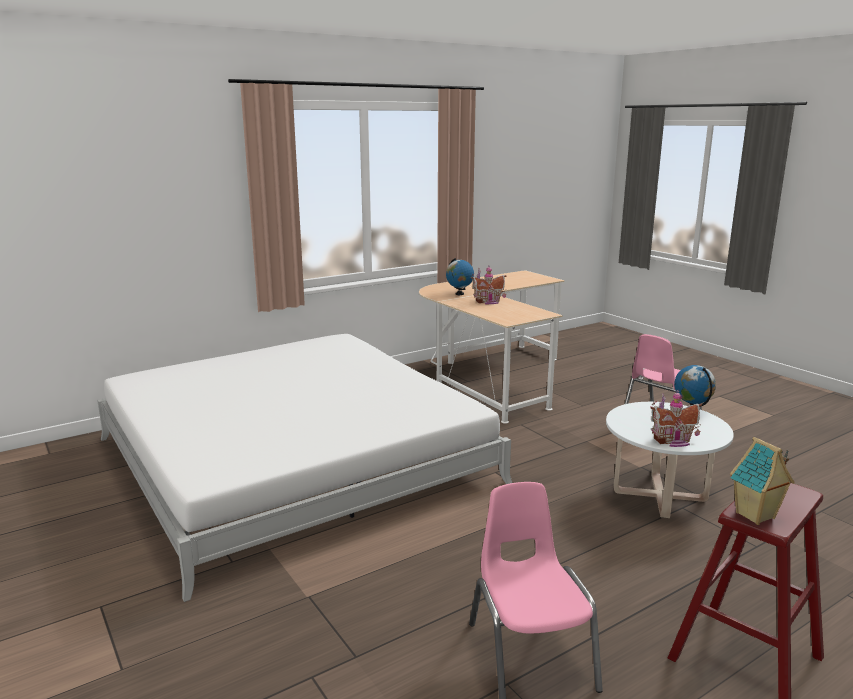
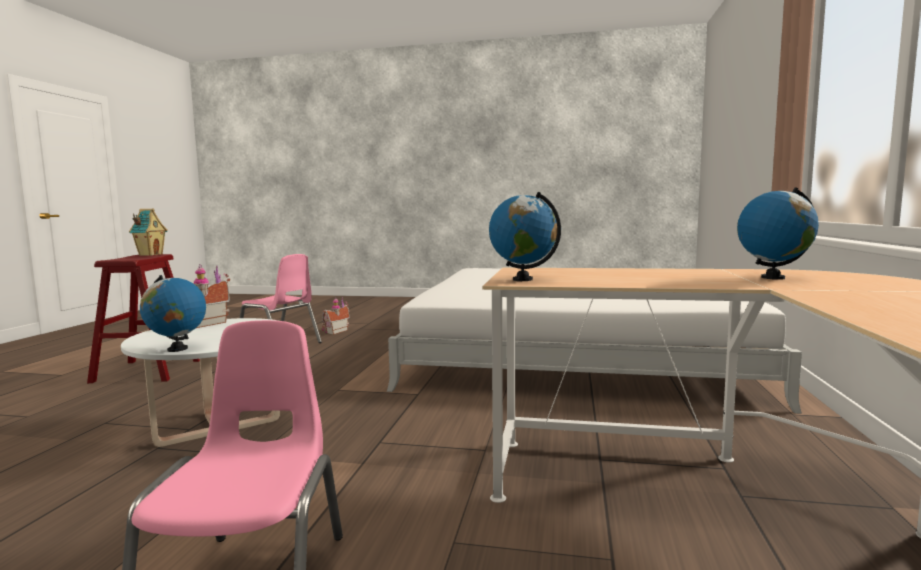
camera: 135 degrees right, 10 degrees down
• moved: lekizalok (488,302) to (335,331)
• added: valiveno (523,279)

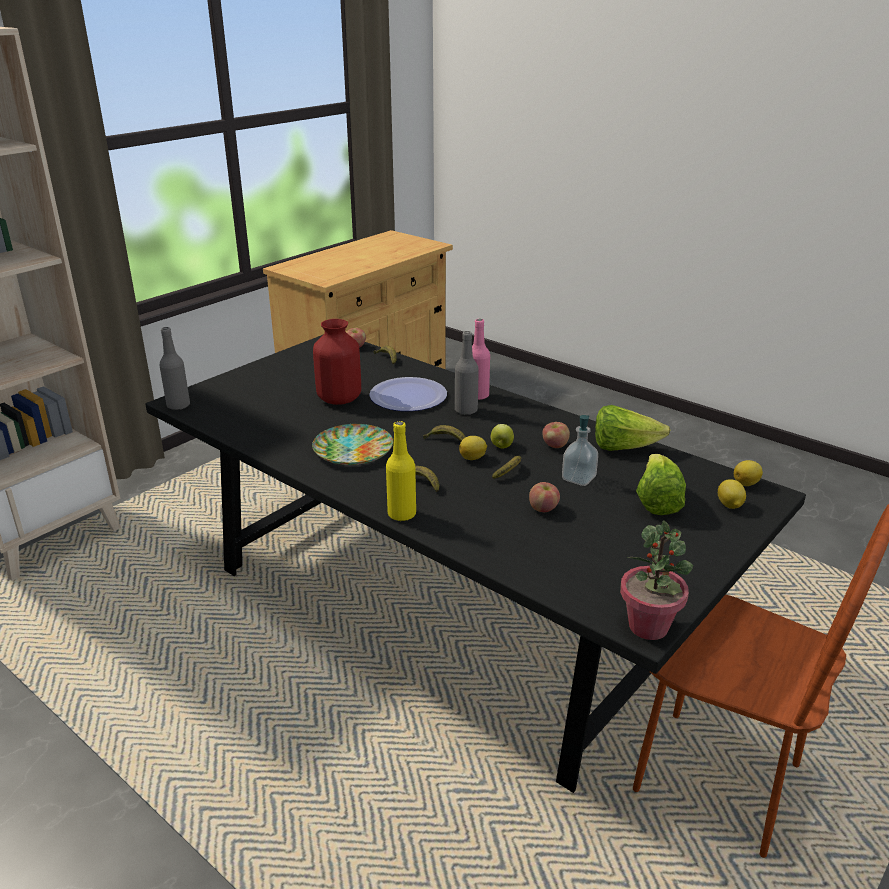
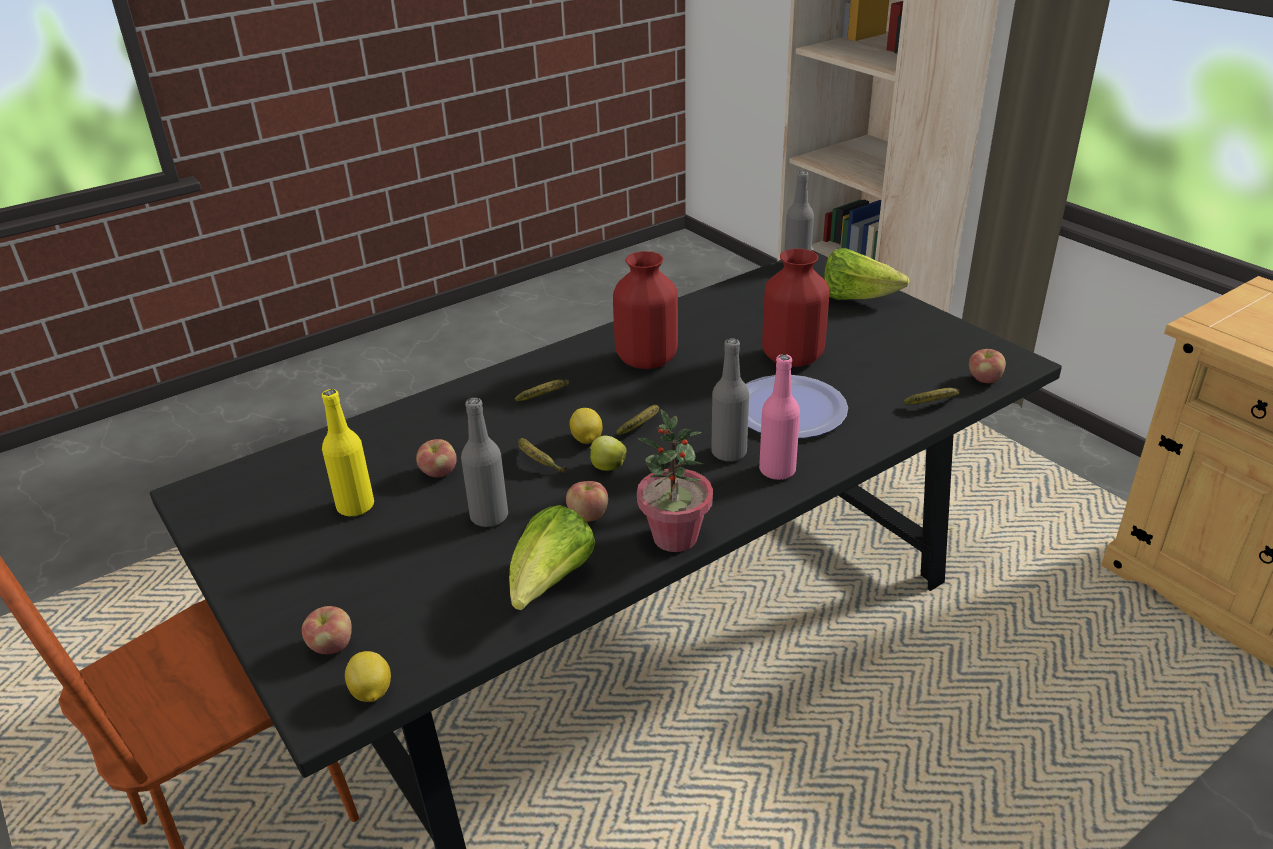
camera: 105 degrees right, 5 degrees up
• replaced: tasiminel (729,505) to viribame (332,646)
• moved: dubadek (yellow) (402,514) to (355,506)
• replaced: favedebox (578,478) to dubadek (grey) (489,516)
• replaced: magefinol (352,450) to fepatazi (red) (647,359)
• moved: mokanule (649,627) to (675,538)
• moved: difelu (657,501) to (856,298)

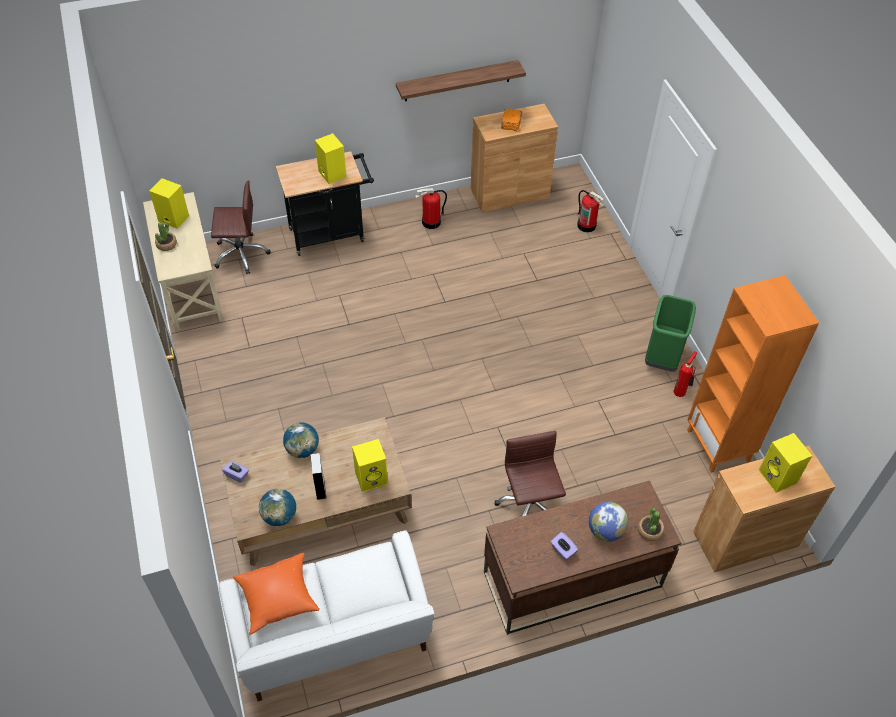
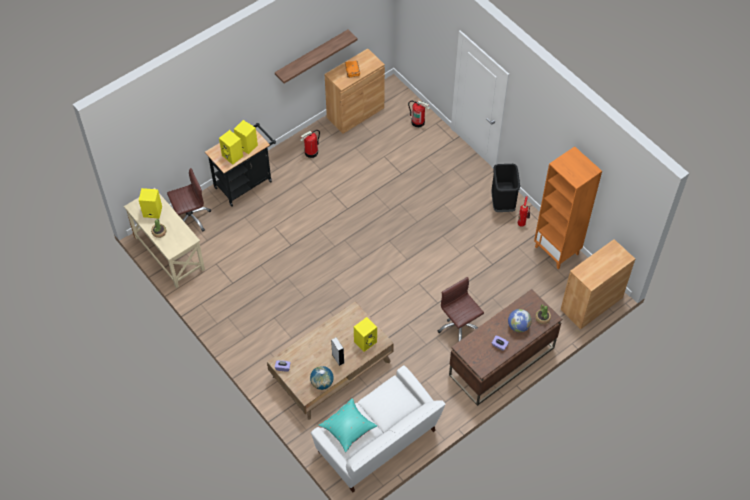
camera: 20 degrees left, 5 degrees up
• moved: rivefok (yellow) (778,477) to (233,156)
• recoloured: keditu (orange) (278,599) to keditu (turquoise) (348,429)
• recoloured: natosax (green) (662,357) to natosax (black) (502,203)
• removed: valiveno (302,449)

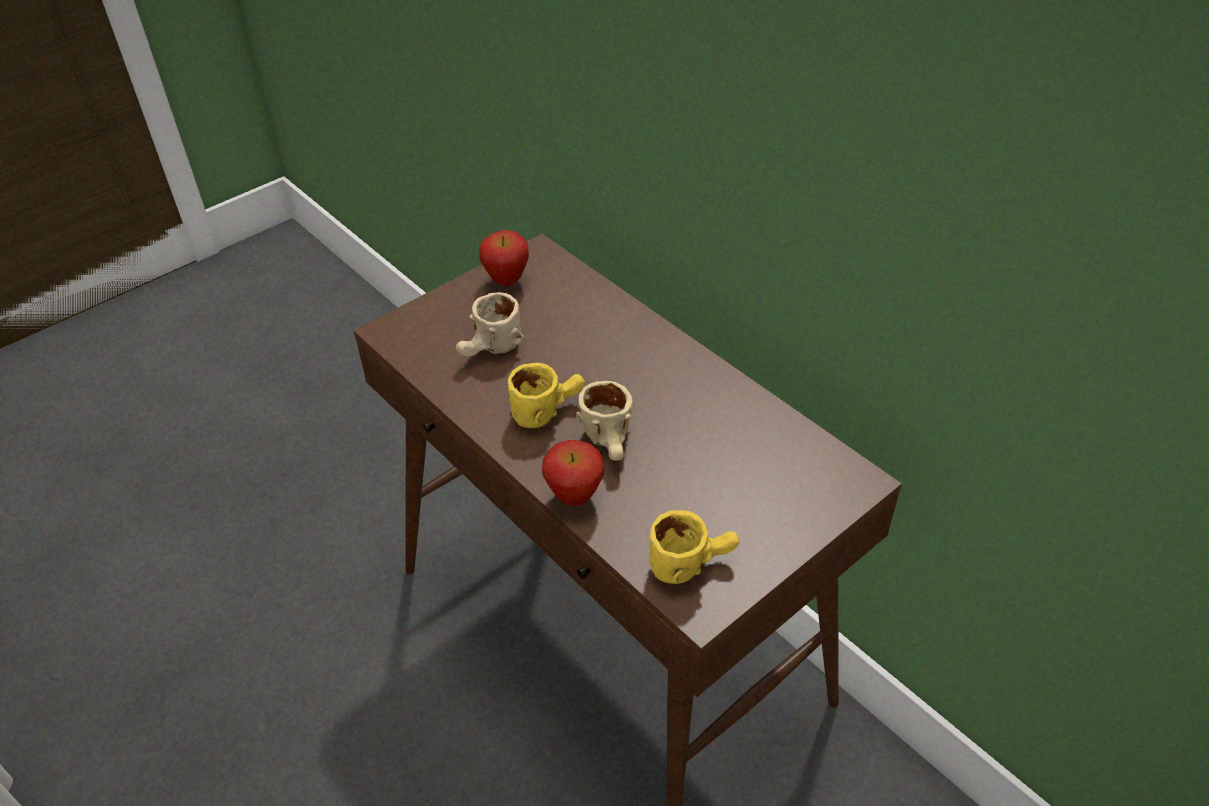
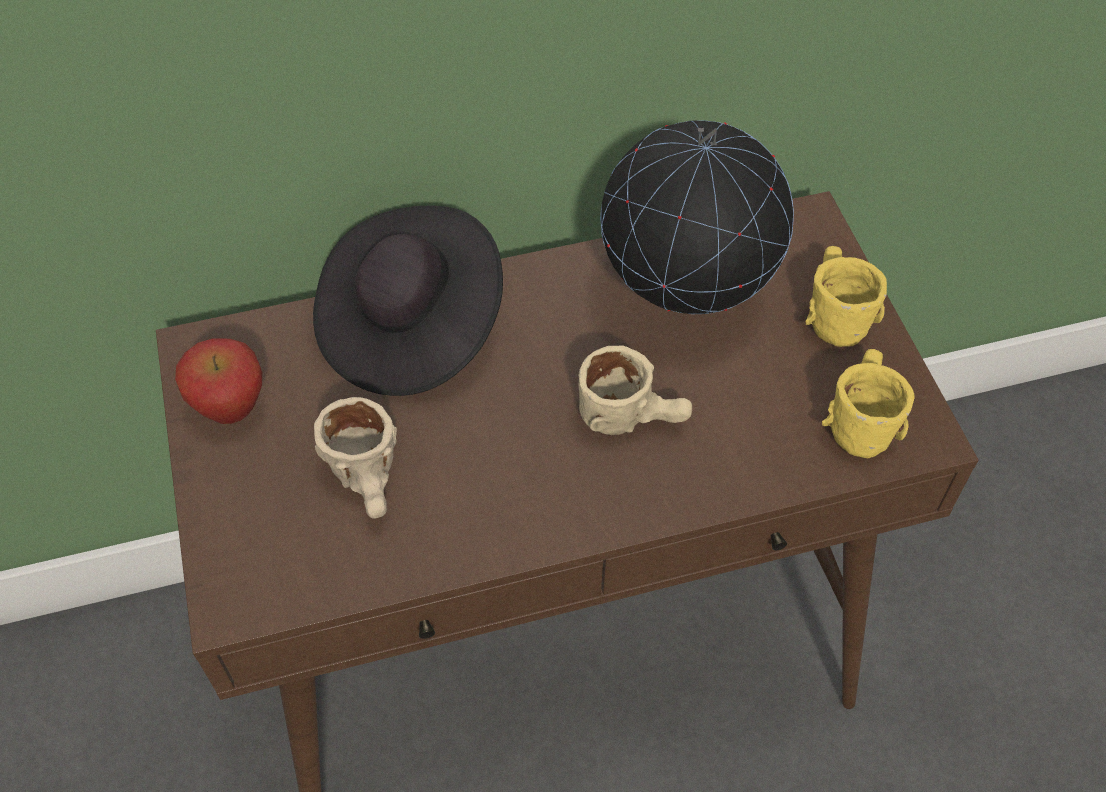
camera: 65 degrees left, 10 degrees up
• added: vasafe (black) (411,328)
• added: valiveno (684,297)
• moved: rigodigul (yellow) (547,409) to (830,311)
• removed: viribame (574,497)

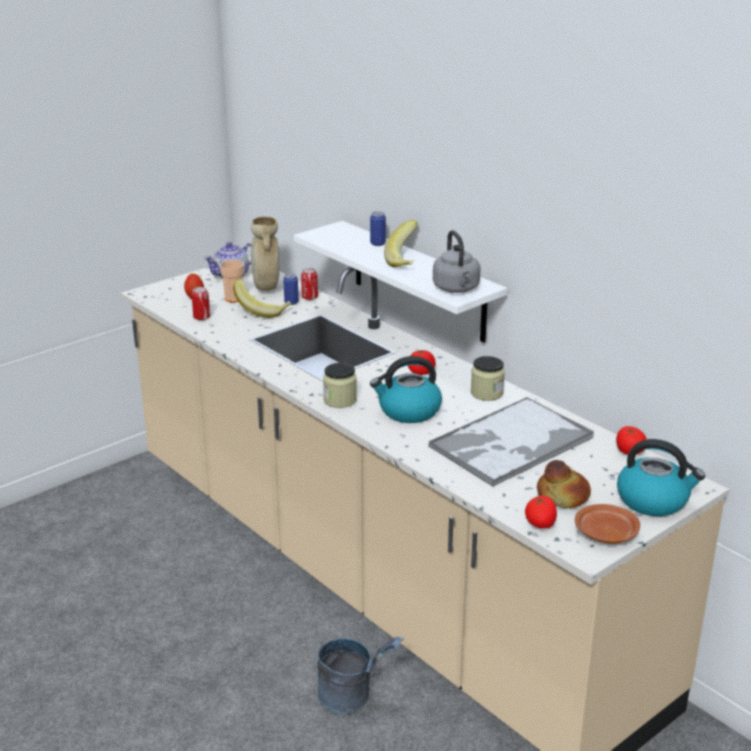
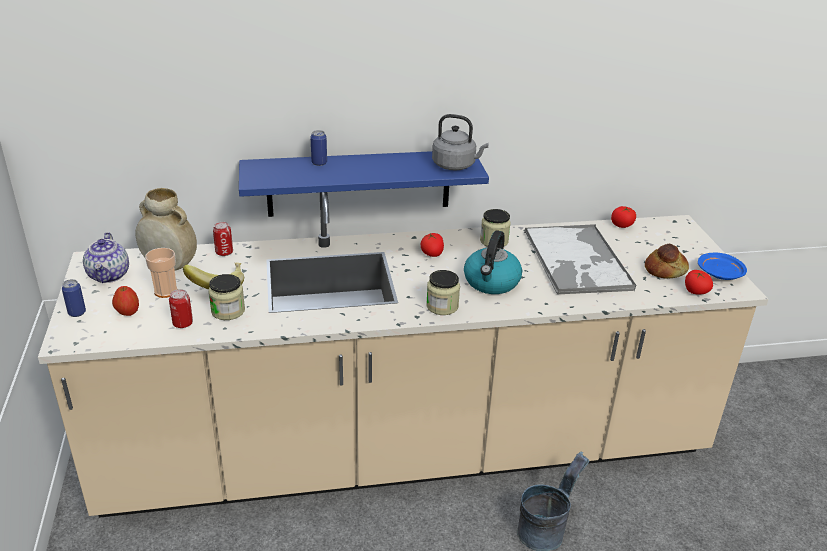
camera: 60 degrees left, 5 degrees up
• moved: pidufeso (291,302) to (77,313)
• added: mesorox (228,311)
• recoloured: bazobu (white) (418,281) to bazobu (blue) (359,183)
• recoloured: magefinol (brown) (605,533) to magefinol (blue) (719,274)
• removed: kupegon (407,261)
• removed: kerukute (653,500)

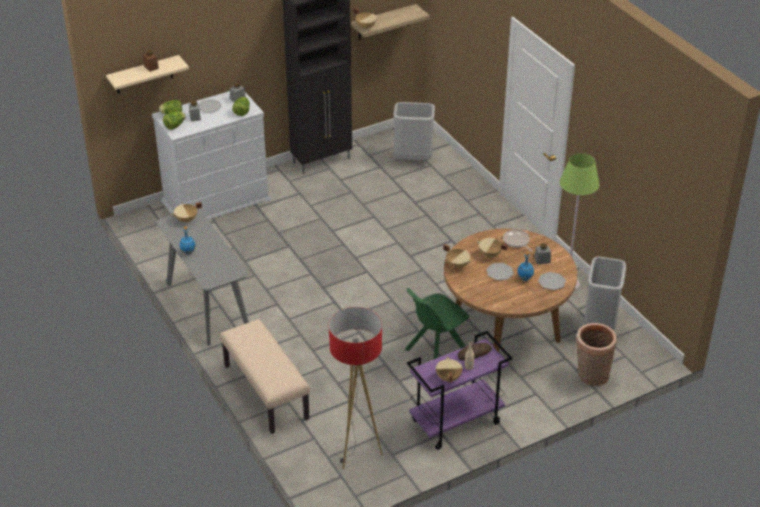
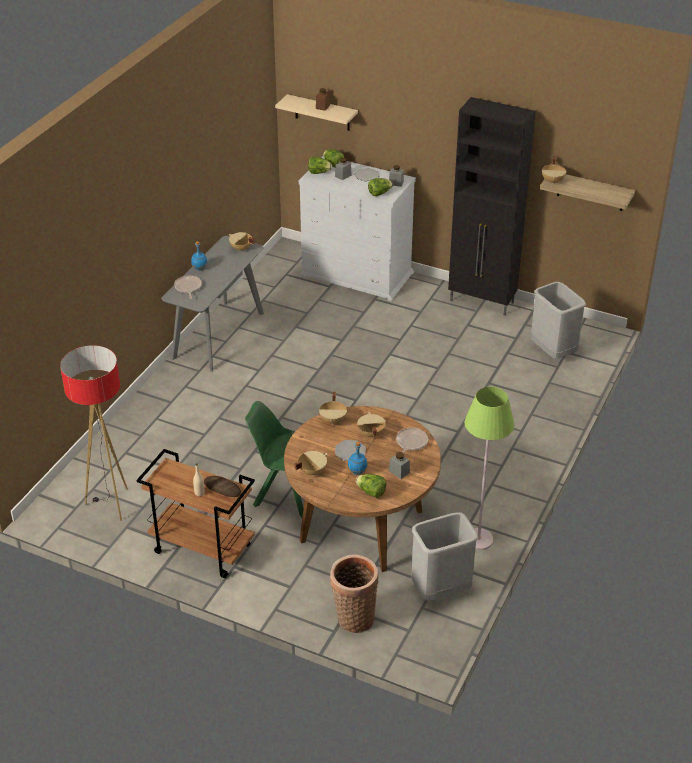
camera: 55 degrees right, 0 degrees up
• recoloured: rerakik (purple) (456,423) to rerakik (brown) (201,549)
• added: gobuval (188,287)
• moved: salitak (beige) (448,378) to (312,471)
• replaced: magefinol (552,282) to difelu (371,492)
• removed: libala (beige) (265,392)

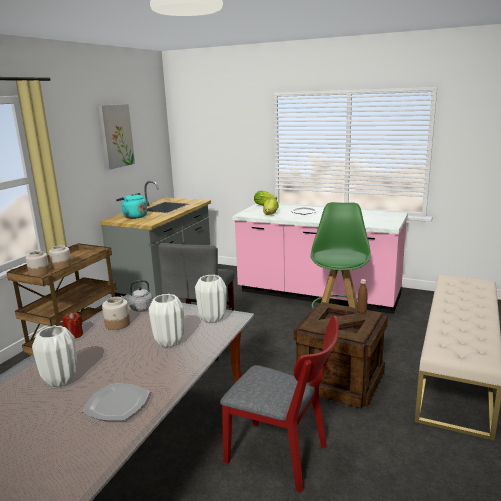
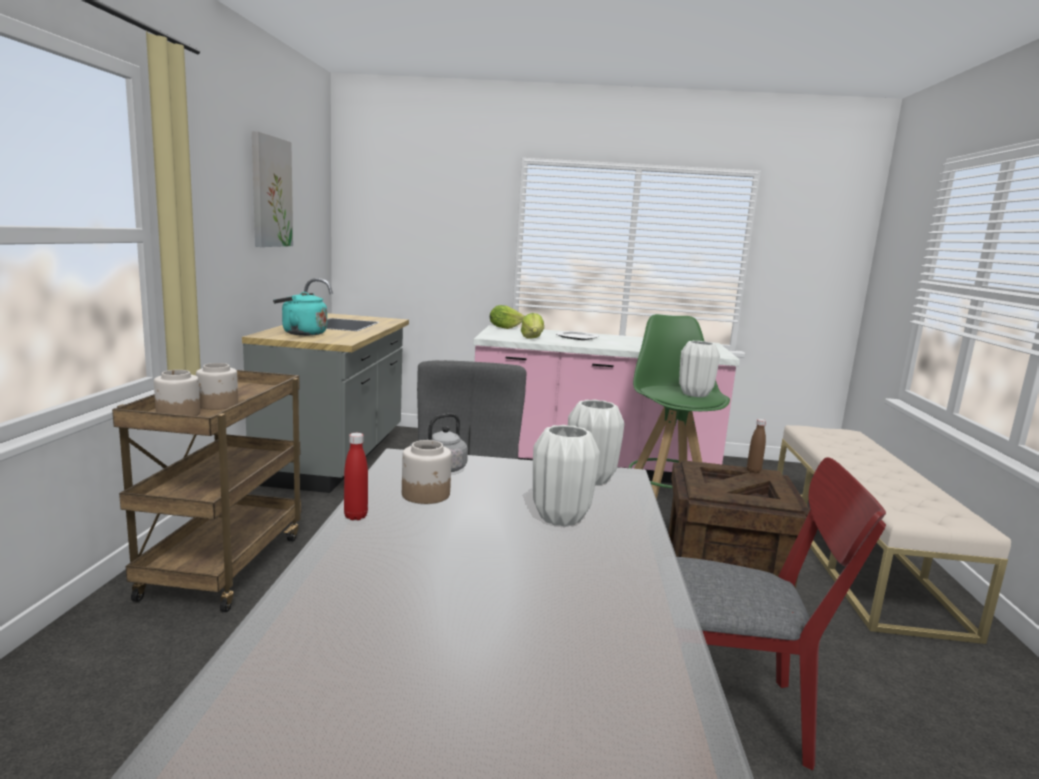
camera: 20 degrees left, 5 degrees down
• replaced: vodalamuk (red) (74,335) to dubadek (red) (355,516)
• moved: fepatazi (white) (61,380) to (695,394)
• removed: magefinol (117,404)

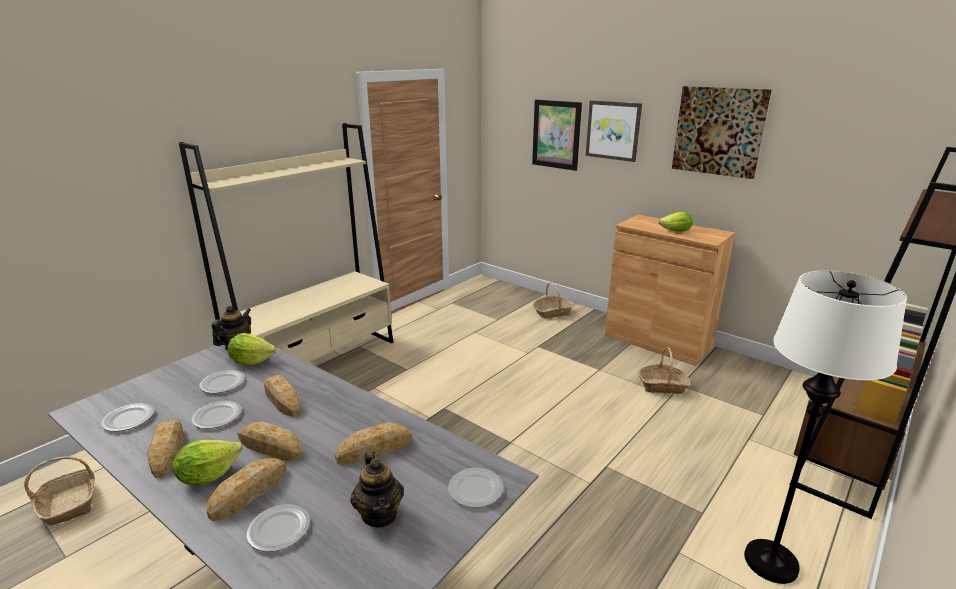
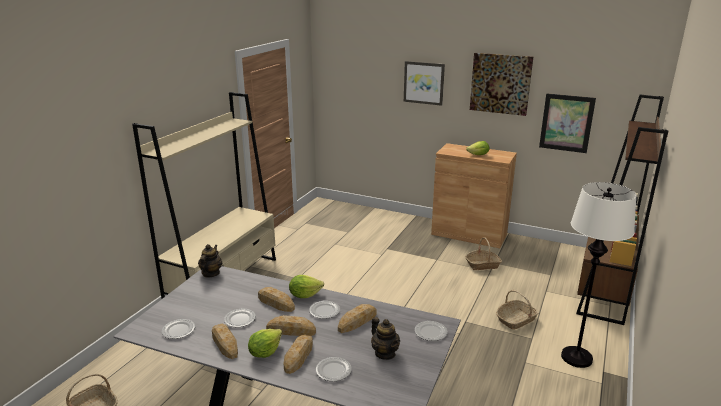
camera: 15 degrees left, 0 degrees up
• moved: difelu (252,361) to (304,295)
• moved: magefinol (223,384) to (325,311)
• moved: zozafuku (552,312) to (516,320)
• moved: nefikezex (556,134) to (566,123)

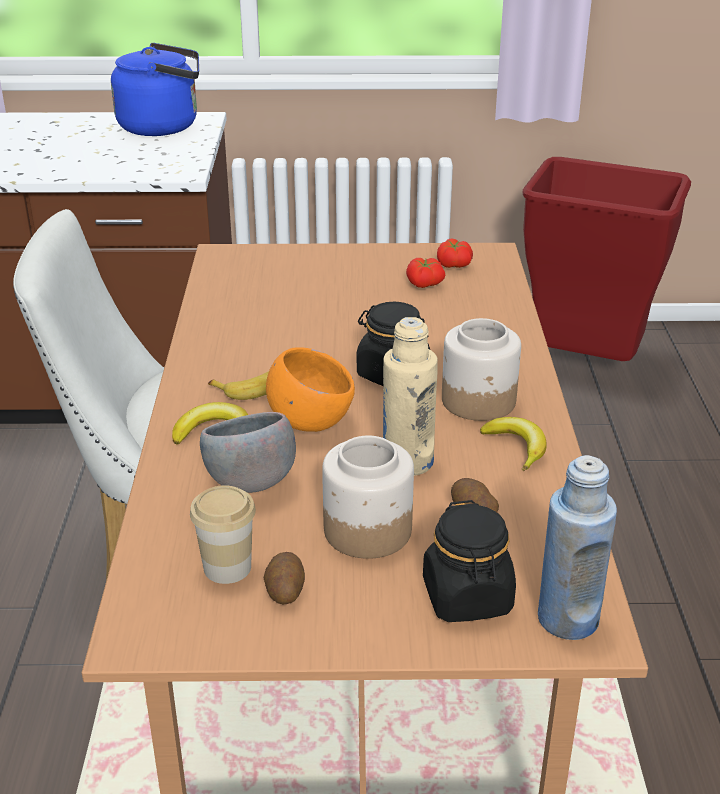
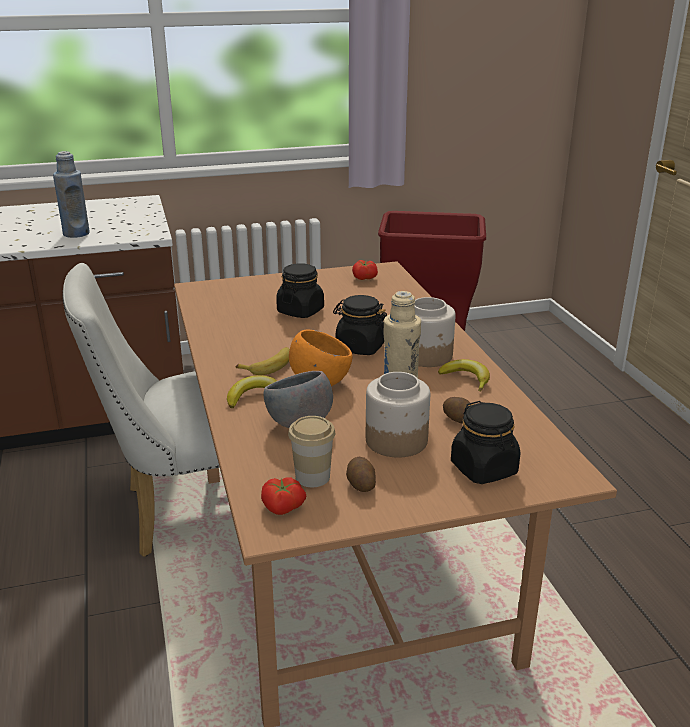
camera: 15 degrees left, 5 degrees down
• moved: dubadek (blue) (567,619) to (76,234)
• moved: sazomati (423,284) to (282,508)
• added: mesorox (black) (300,311)
• removed: kerukute (blue) (164,127)

